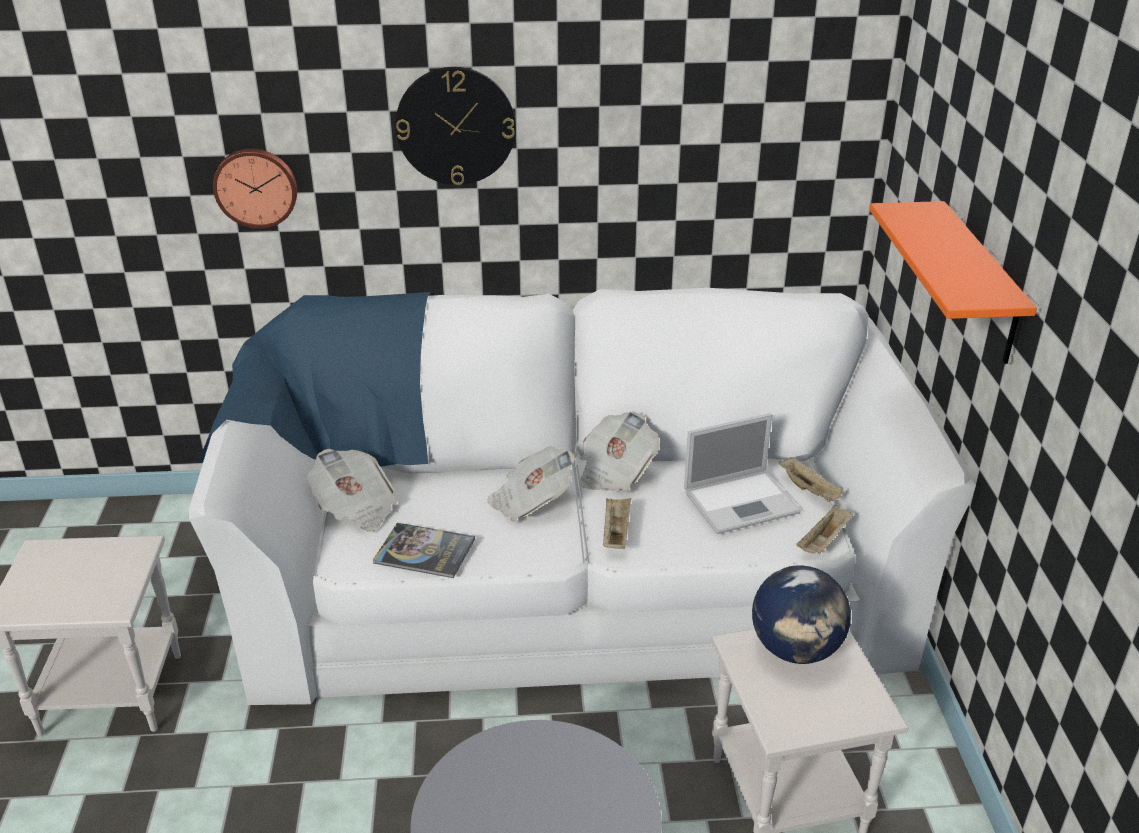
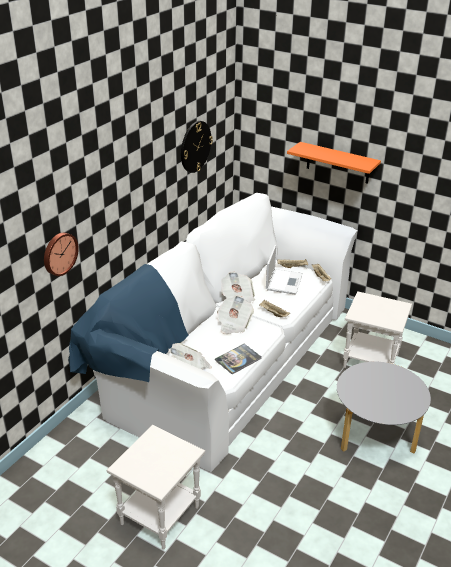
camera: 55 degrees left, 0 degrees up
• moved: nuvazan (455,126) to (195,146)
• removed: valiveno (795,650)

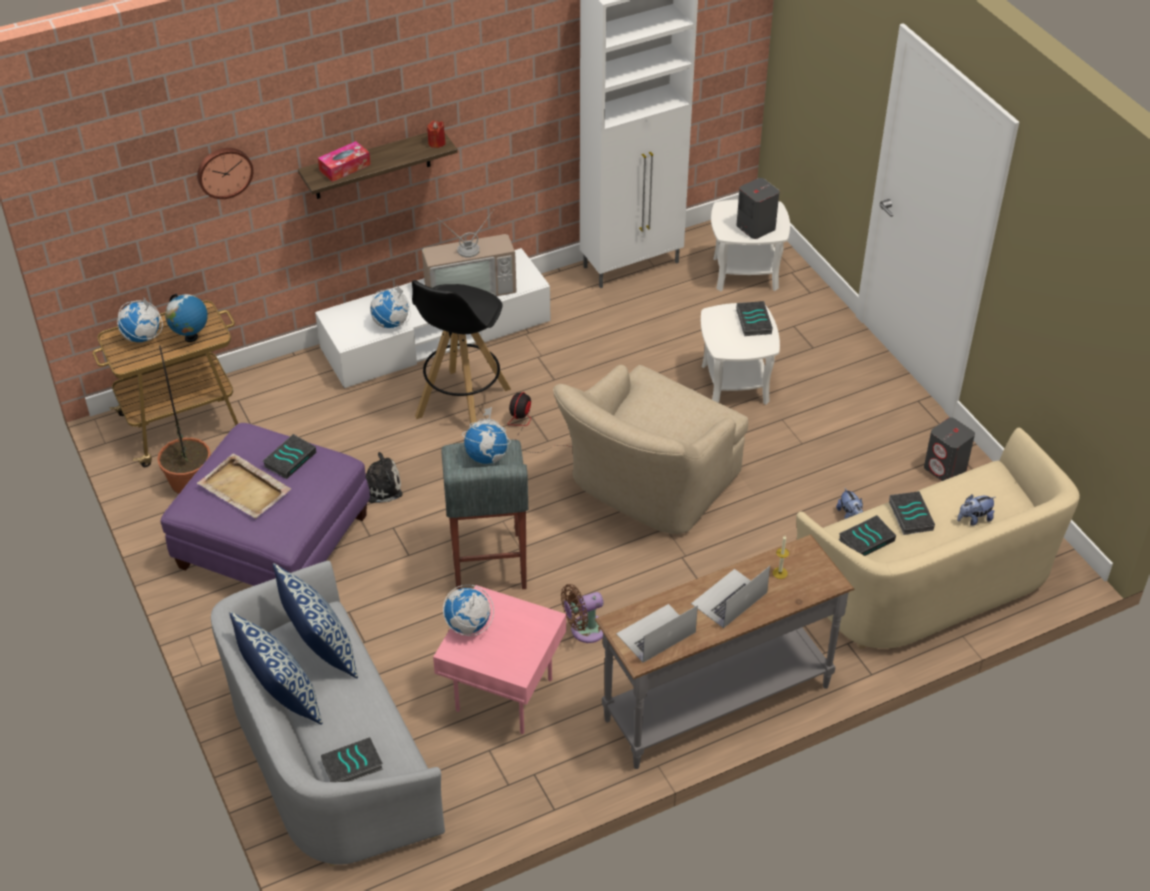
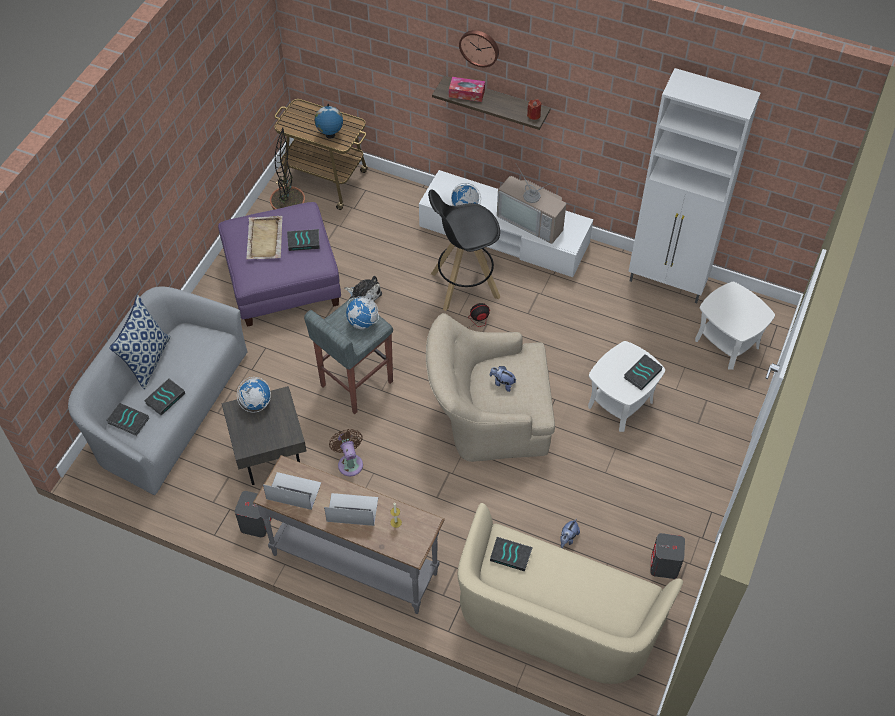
camera: 50 degrees right, 10 degrees up
• moved: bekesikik (909,515) to (165,398)
• recoloured: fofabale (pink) (501,695) to fofabale (grey) (269,456)
• moved: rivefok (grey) (755,227) to (256,523)
• turned: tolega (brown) (584,630) = (349,462) 45 degrees clockwise
• moved: nuvazan (224,171) to (479,47)
• moved: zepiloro (974,519) to (502,383)
• removed: valiveno (143,337)
• removed: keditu (321,650)

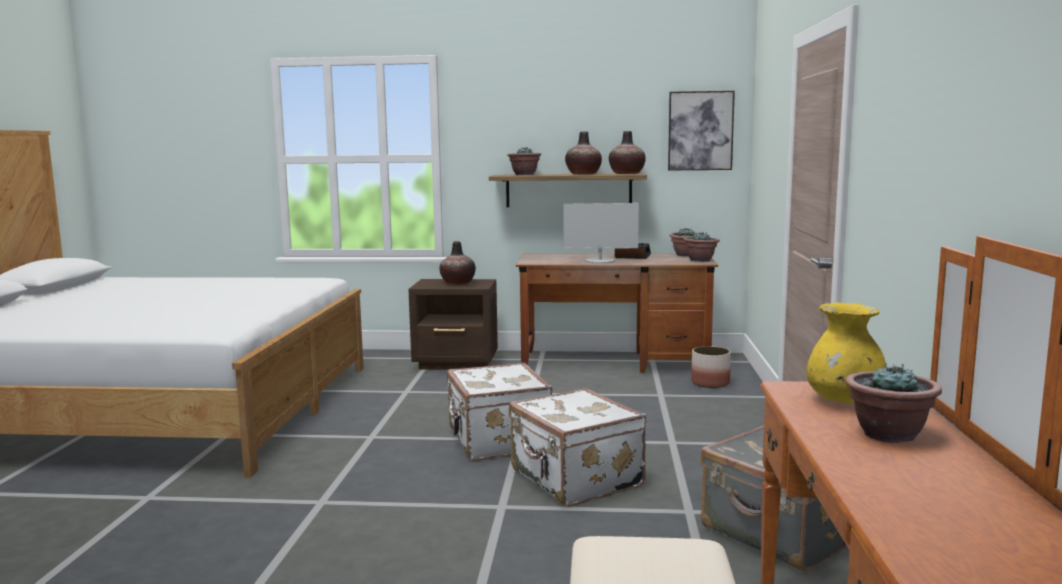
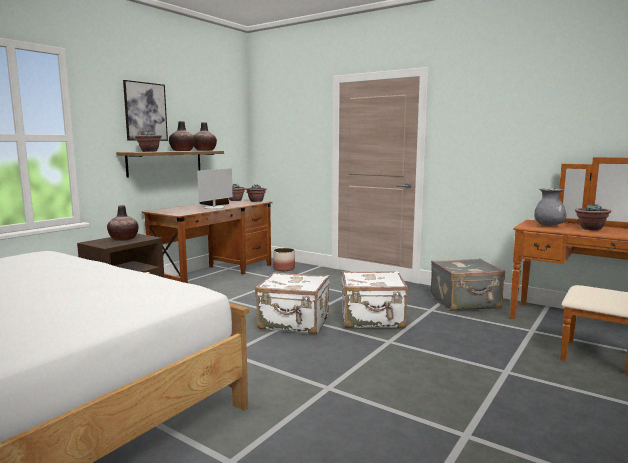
camera: 60 degrees left, 0 degrees up
• moved: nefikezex (700,131) to (145,111)
• recoloured: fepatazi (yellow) (844,401) to fepatazi (grey) (549,225)

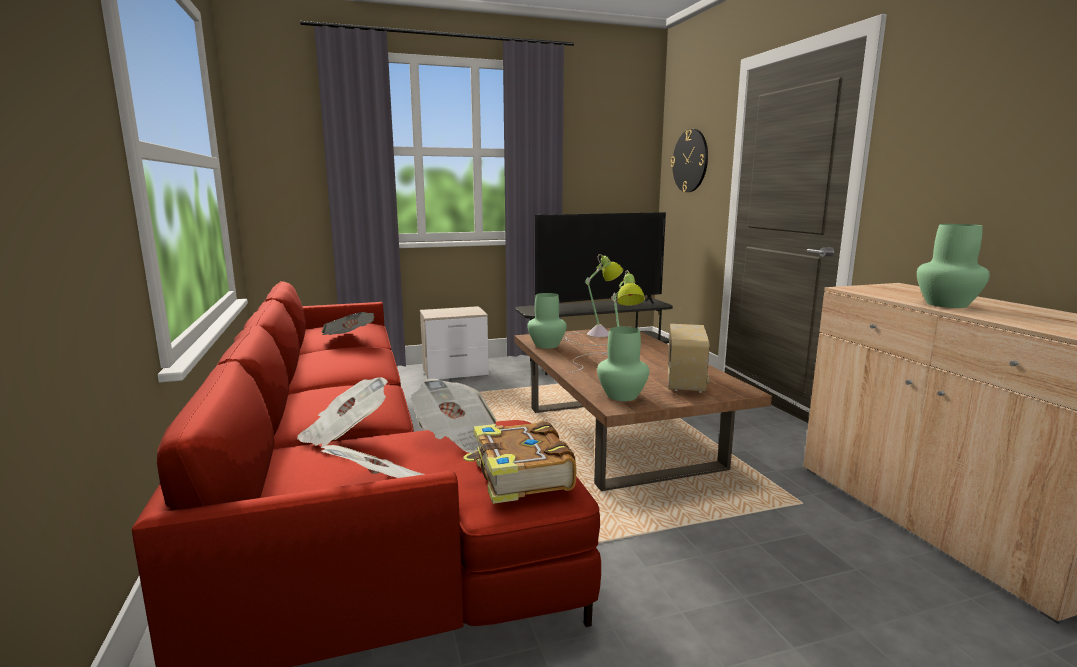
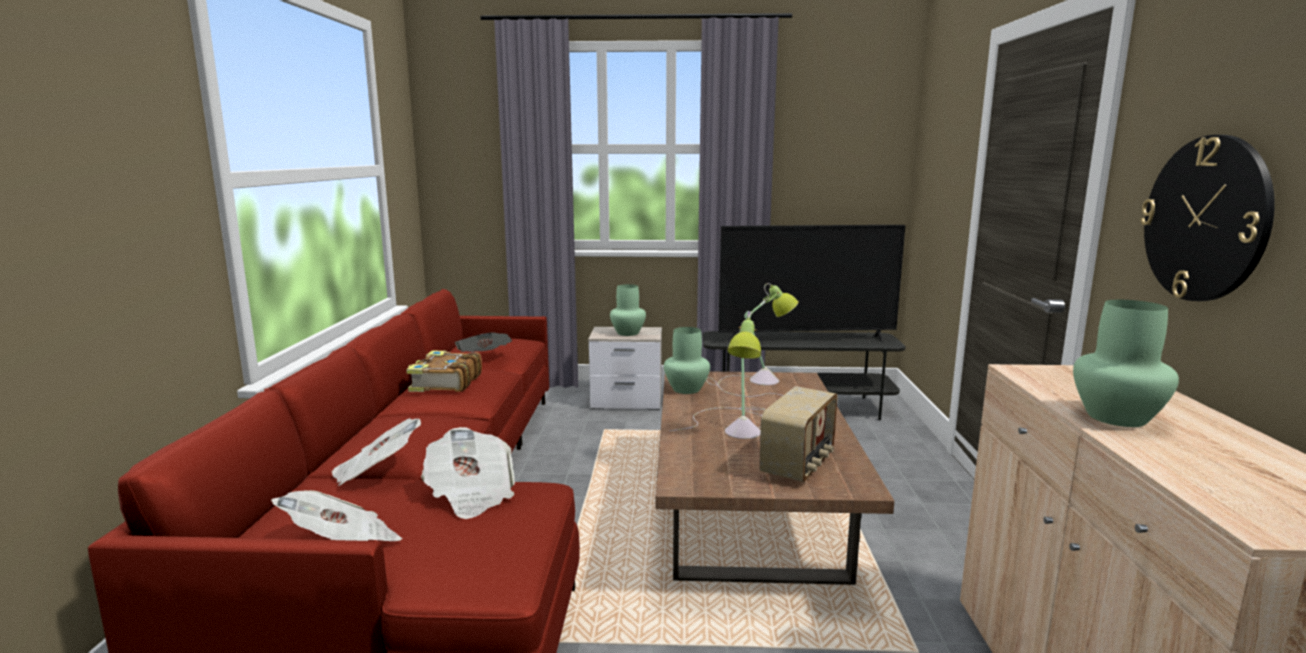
camera: 20 degrees right, 0 degrees up
• moved: bekesikik (520,476) to (445,383)
• moved: fepatazi (green) (621,395) to (627,333)
• moved: nuvazan (690,161) to (1205,219)

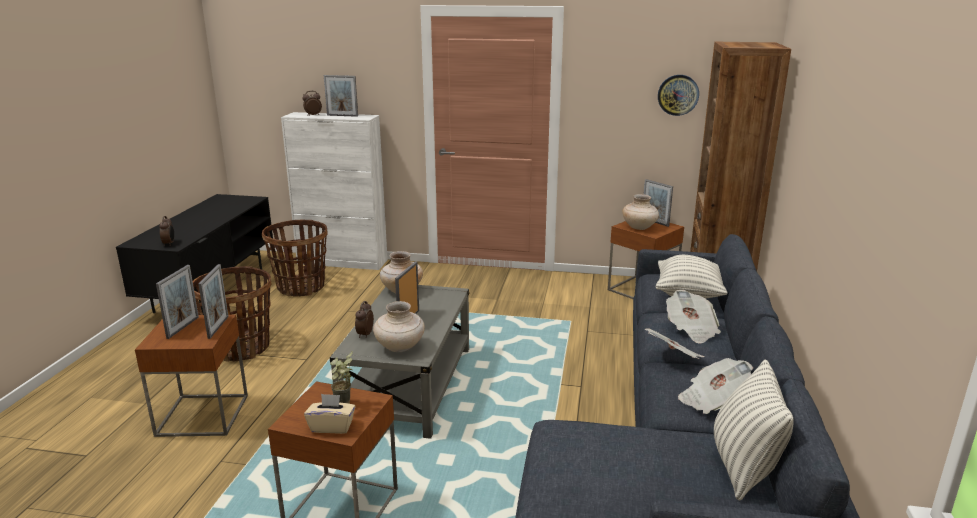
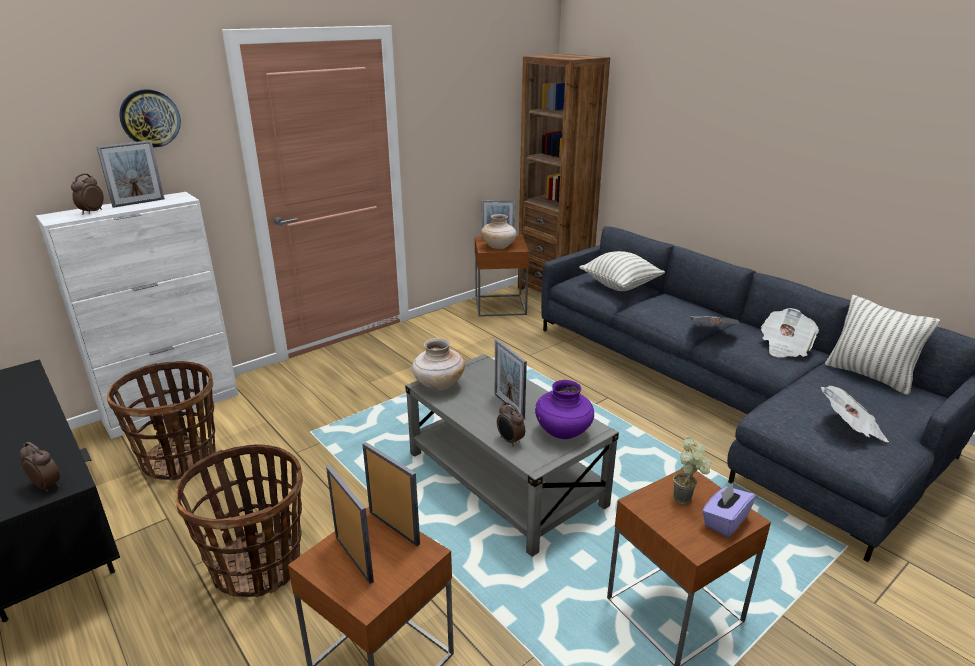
camera: 50 degrees left, 5 degrees up
• moved: nuvazan (678,95) to (150,118)
• recoloured: fepatazi (beige) (400,347) to fepatazi (purple) (563,432)
• recoloured: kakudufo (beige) (332,426) to kakudufo (purple) (725,521)
• moved: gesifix (691,330) to (850,428)

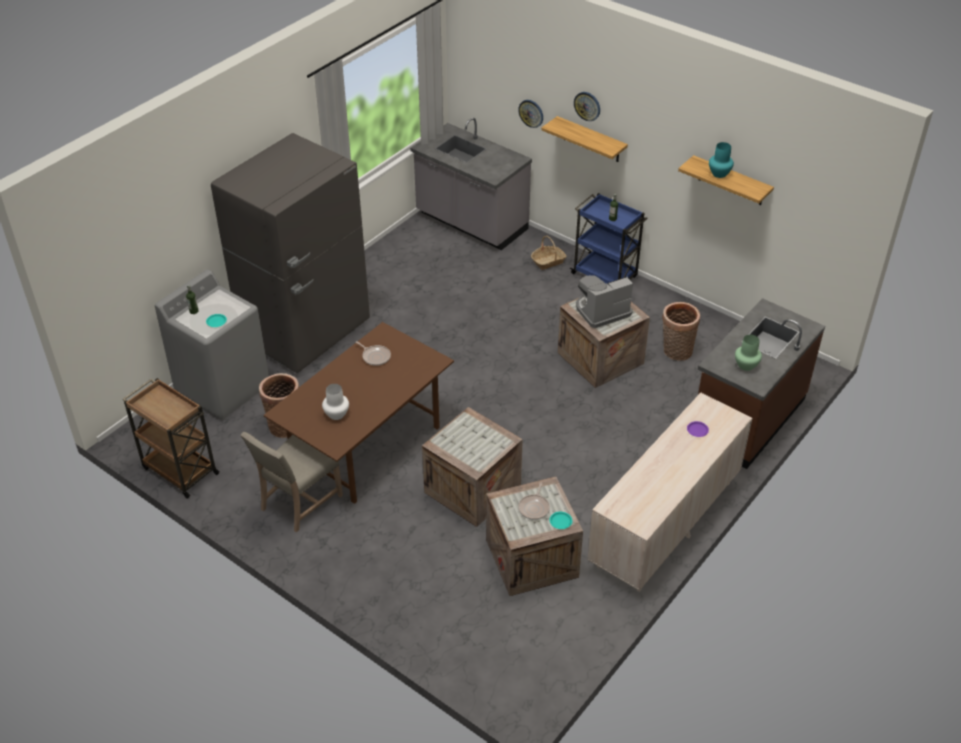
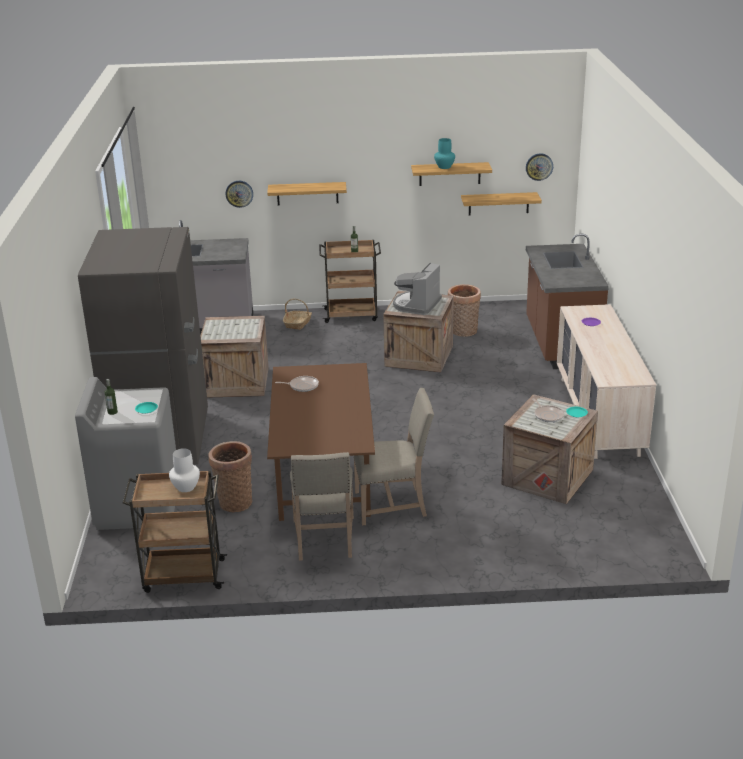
camera: 40 degrees left, 15 degrees down
• moved: fepatazi (white) (336,414) to (185,487)
• moved: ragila (472,490) to (237,382)
• recoloured: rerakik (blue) (605,276) to rerakik (brown) (352,315)
• added: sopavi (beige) (393,504)
• added: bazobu (498,203)
• moved: nuvazan (587,106) to (539,166)
• removed: fepatazi (green) (746,366)

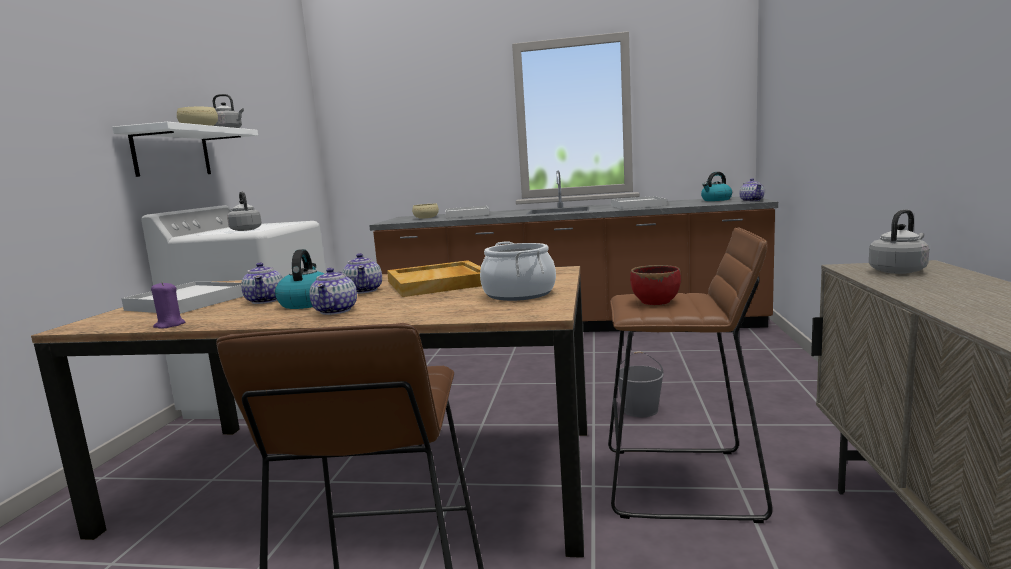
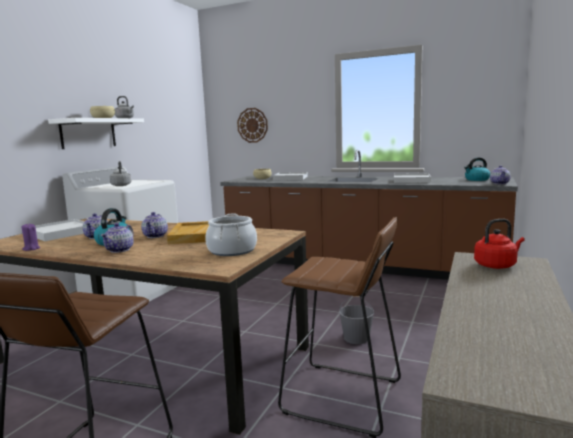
camera: 15 degrees right, 0 degrees up
• added: nuvazan (252,125)
• recoloured: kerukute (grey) (898,271) to kerukute (red) (496,265)
• removed: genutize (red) (655,302)

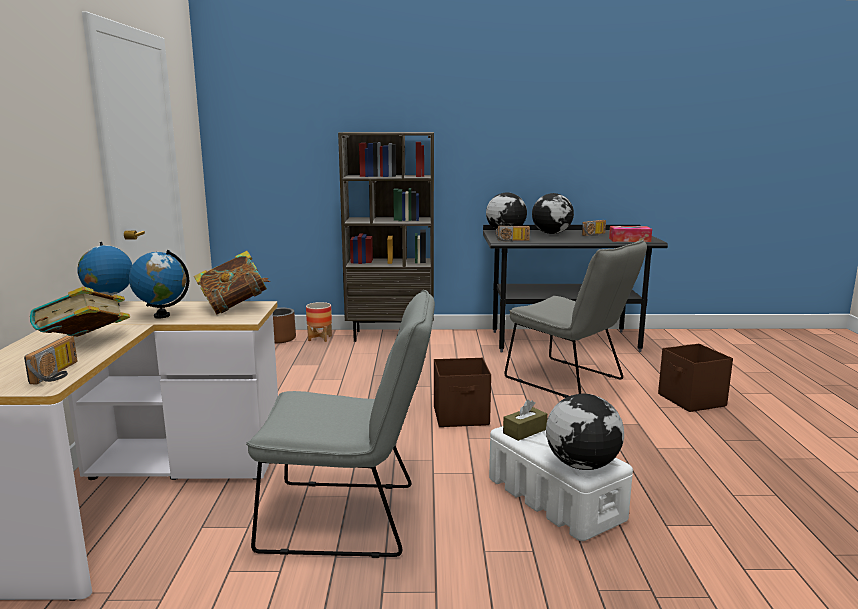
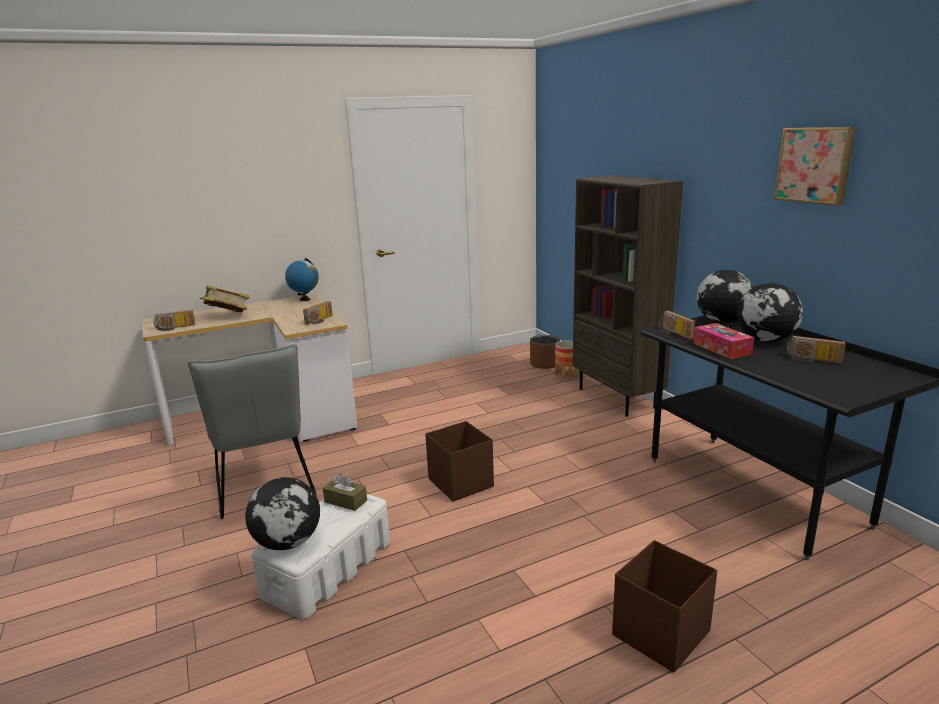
camera: 65 degrees right, 5 degrees up
• replaced: bekesikik (234,307) to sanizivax (320,320)
• moved: kakudufo (629,240) to (721,348)
• added: nefikezex (815,165)
• removed: valiveno (162,316)
• removed: sopavi (grey) (570,381)

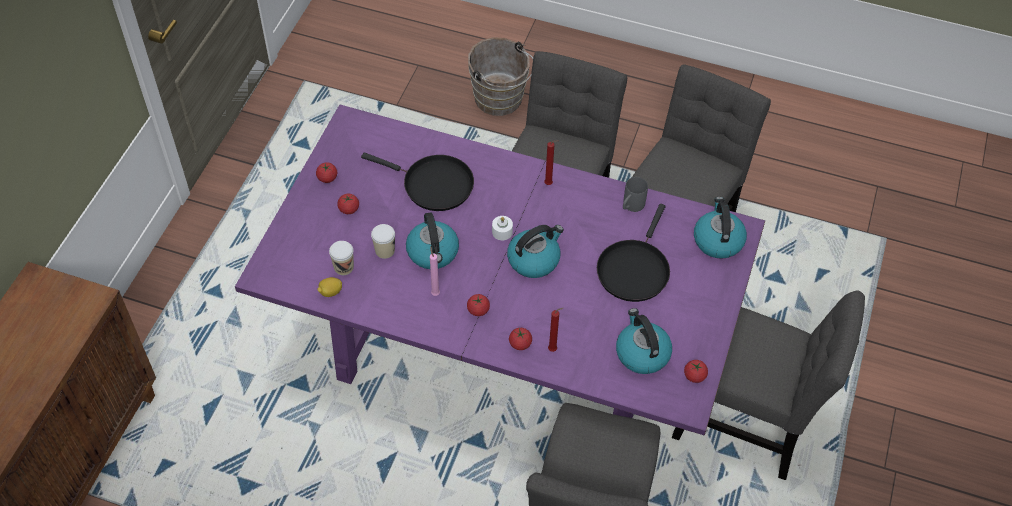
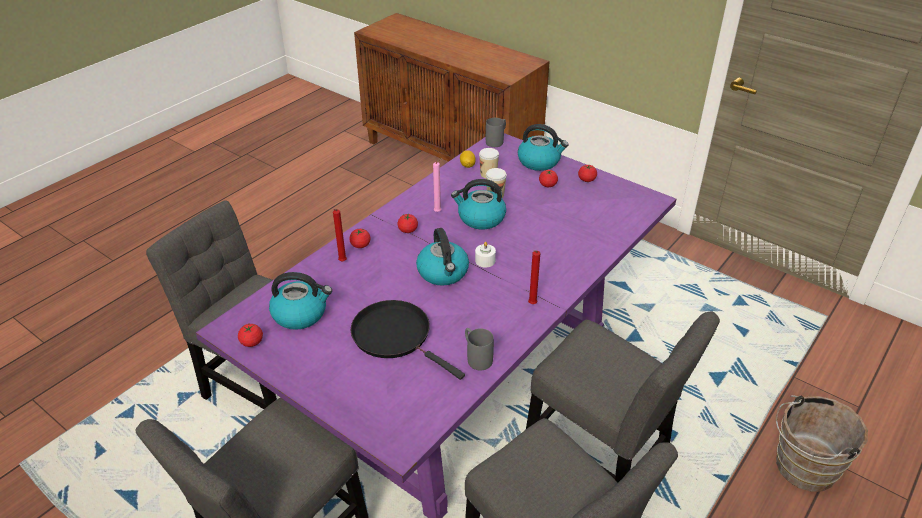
camera: 110 degrees right, 15 degrees down
• added: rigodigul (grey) (497,141)
• moved: kerukute (717,240) to (539,161)
• removed: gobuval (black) (433,185)

